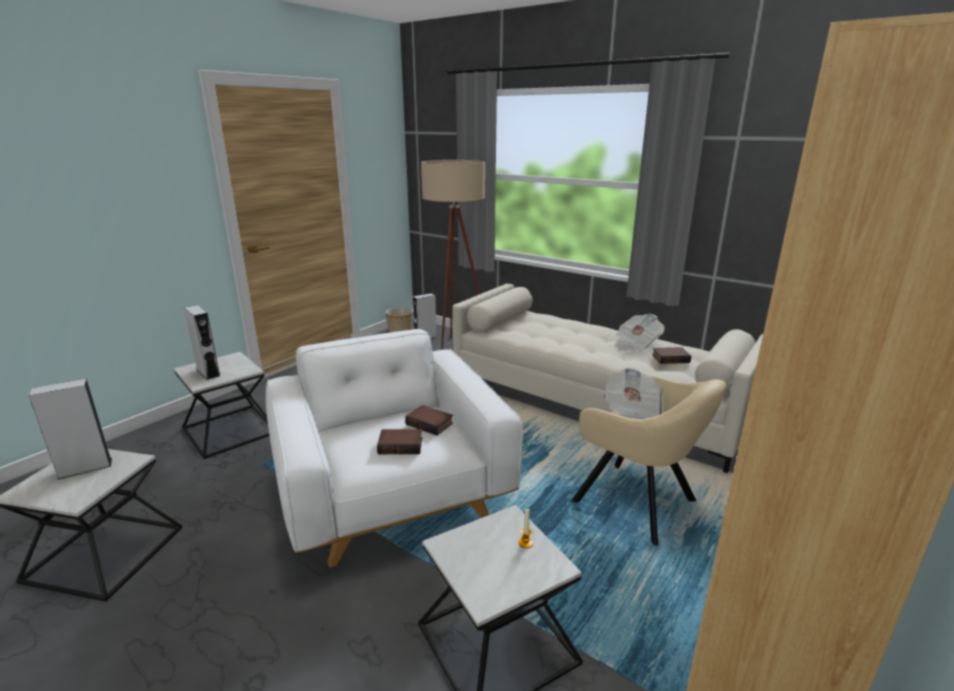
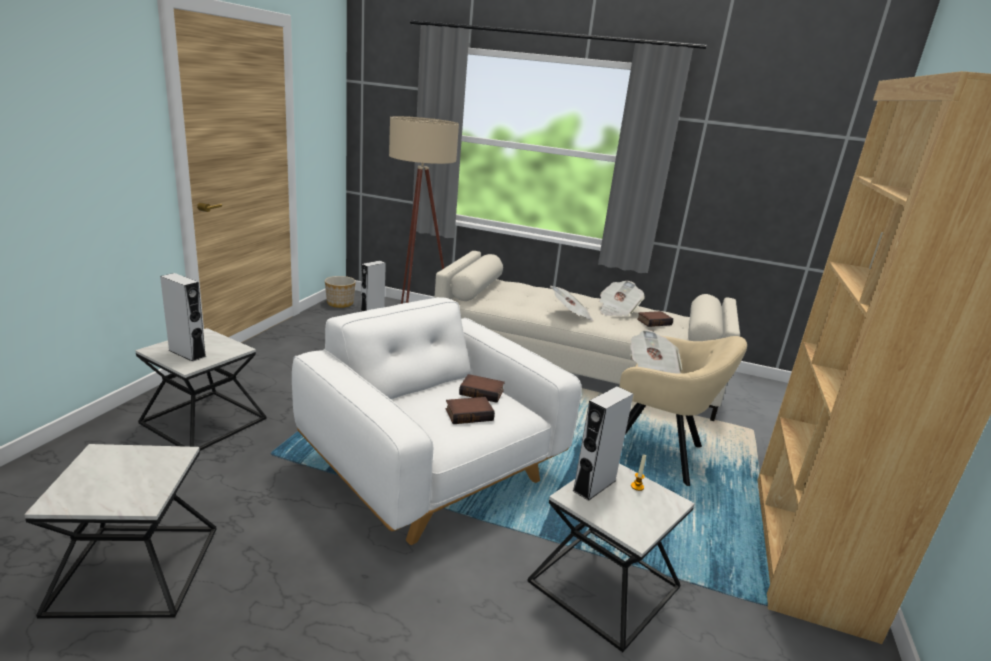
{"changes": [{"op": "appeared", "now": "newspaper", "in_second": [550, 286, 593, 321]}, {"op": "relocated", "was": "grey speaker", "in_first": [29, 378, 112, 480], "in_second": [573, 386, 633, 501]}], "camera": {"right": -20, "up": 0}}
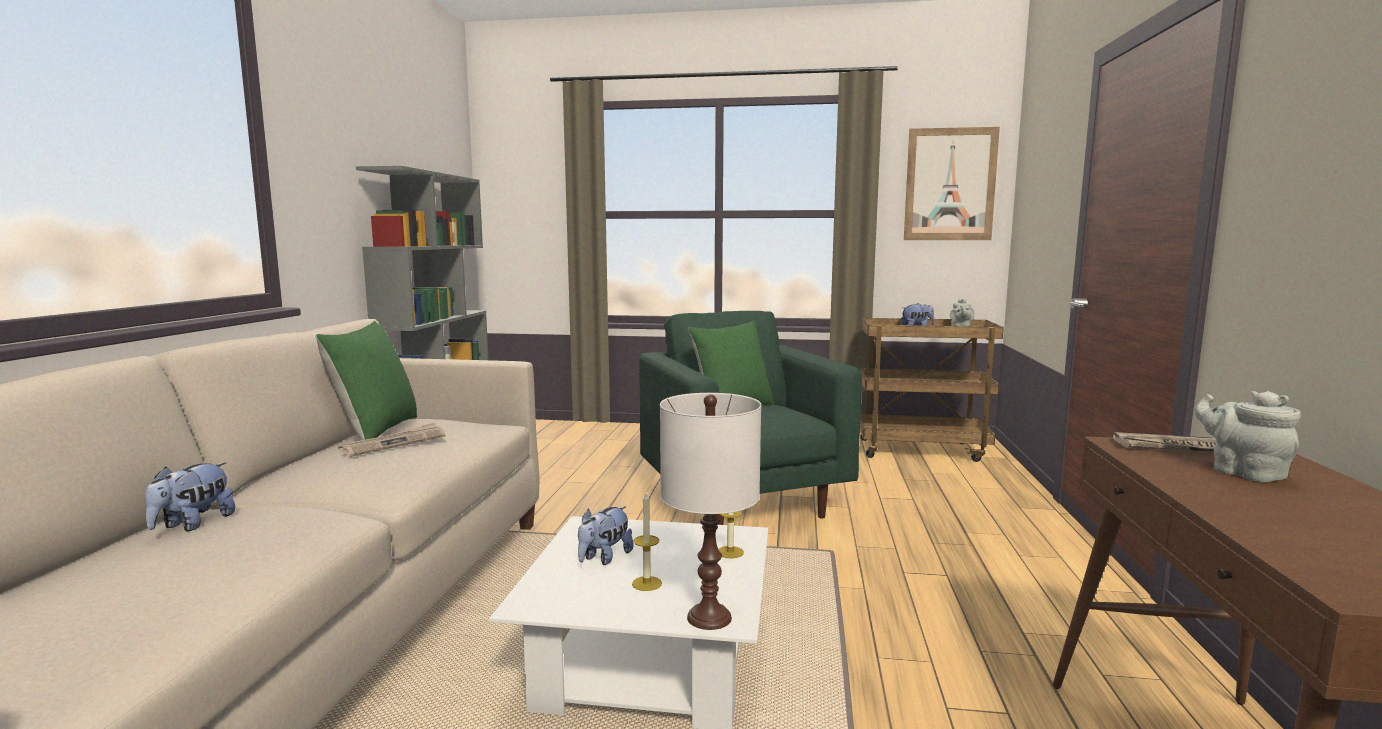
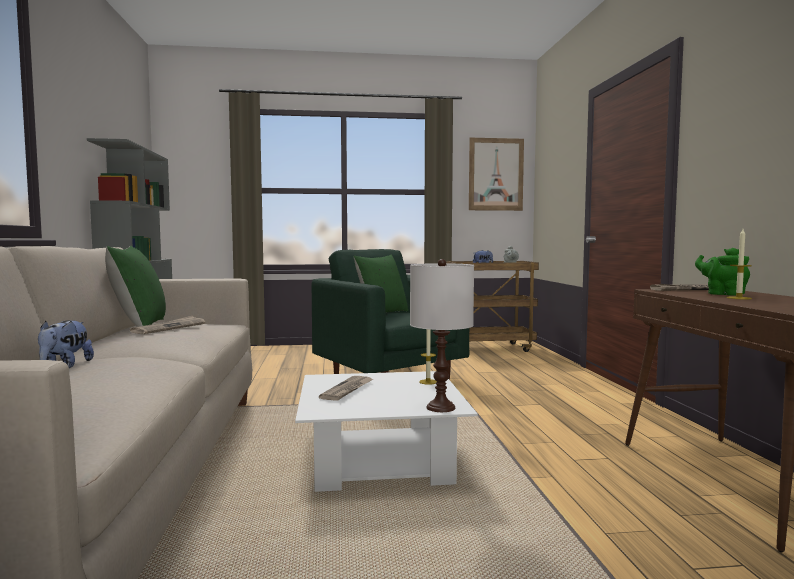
{"changes": [{"op": "exchanged", "was": "plush toy", "now": "newspaper", "in_first": [578, 506, 634, 565], "in_second": [319, 376, 373, 401]}, {"op": "colour", "was": "grey teapot", "now": "green teapot", "in_first": [1194, 391, 1301, 482], "in_second": [695, 248, 750, 296]}, {"op": "relocated", "was": "candle", "in_first": [632, 492, 662, 591], "in_second": [727, 229, 752, 299]}], "camera": {"right": -15, "up": -5}}
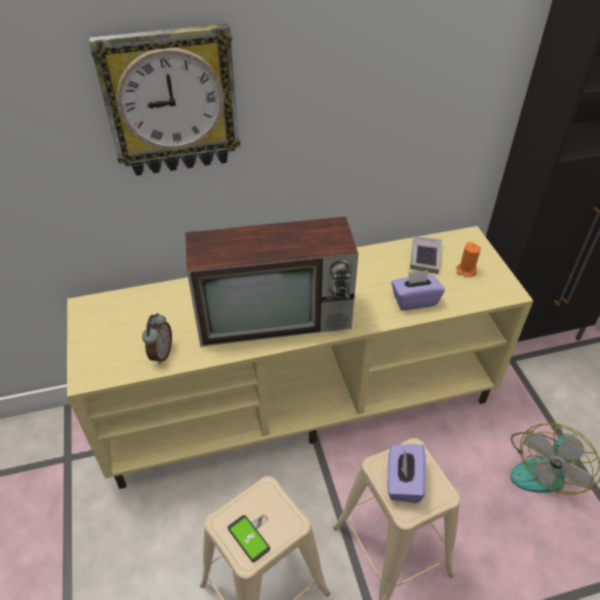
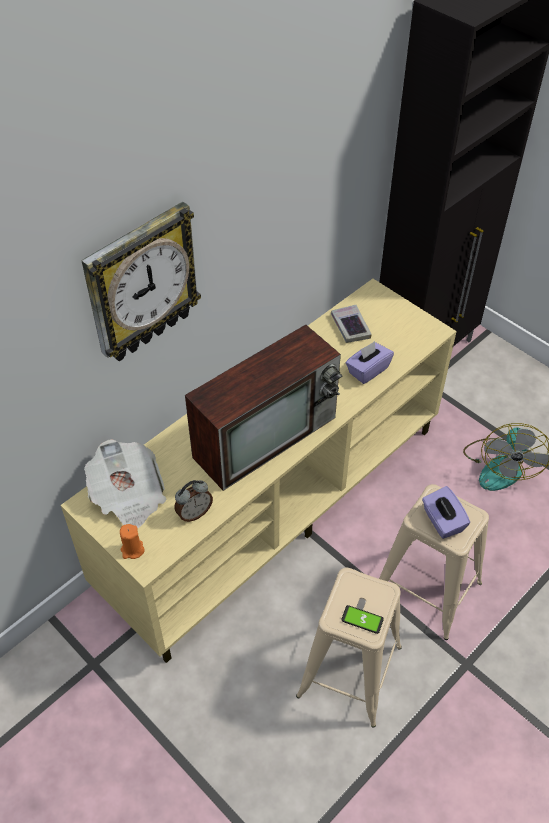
{"changes": [{"op": "appeared", "now": "newspaper", "in_second": [84, 439, 167, 528]}, {"op": "relocated", "was": "orange candle", "in_first": [456, 242, 481, 277], "in_second": [120, 524, 145, 559]}, {"op": "spun", "was": "alarm clock", "in_first": [142, 313, 172, 364], "in_second": [174, 480, 213, 522], "clockwise": 75}], "camera": {"right": -30, "up": 5}}
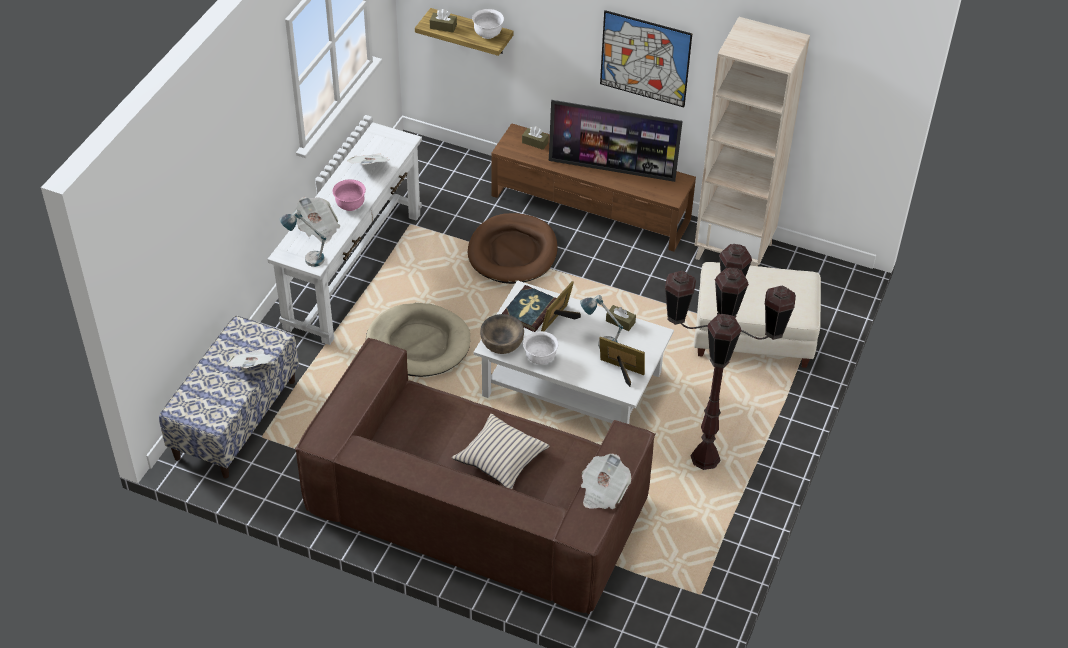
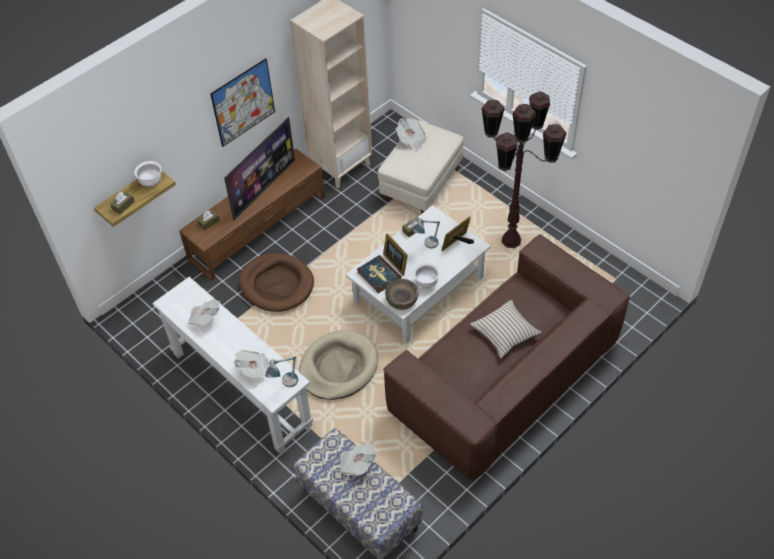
{"changes": [{"op": "relocated", "was": "newspaper", "in_first": [581, 454, 631, 509], "in_second": [396, 118, 427, 150]}, {"op": "missing", "was": "pink bowl", "in_first": [332, 179, 366, 211]}], "camera": {"right": -65, "up": 5}}
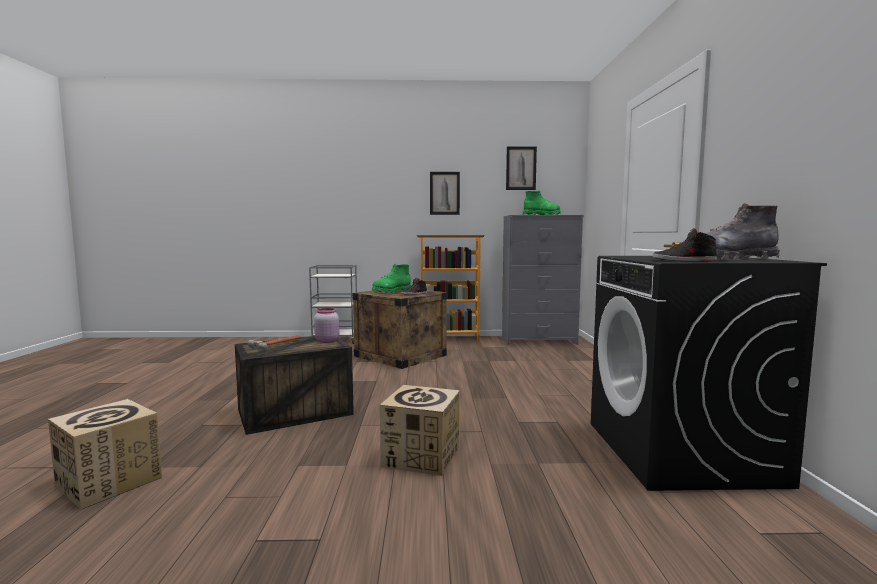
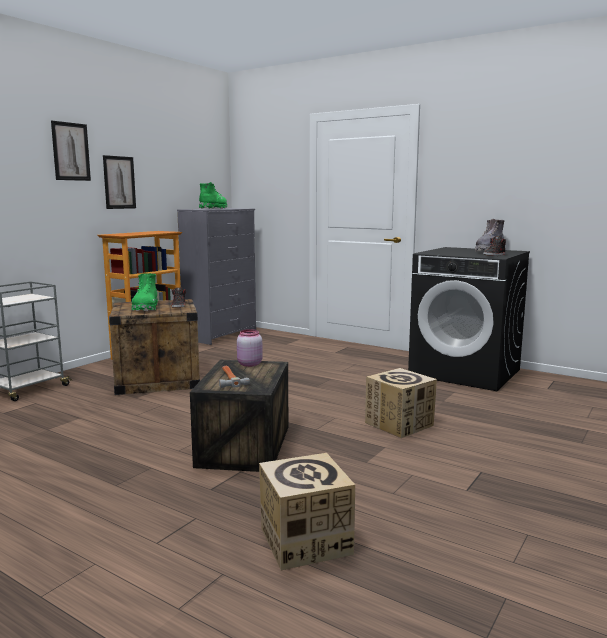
{"changes": [{"op": "relocated", "was": "picture", "in_first": [506, 146, 537, 190], "in_second": [51, 121, 91, 181]}], "camera": {"right": -55, "up": 5}}
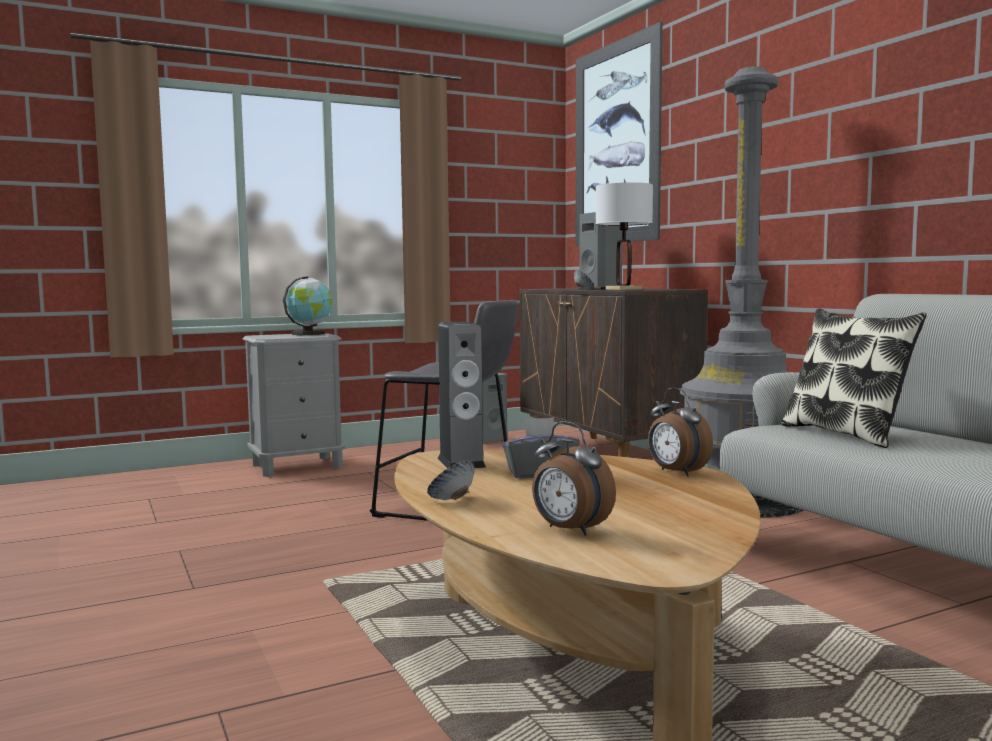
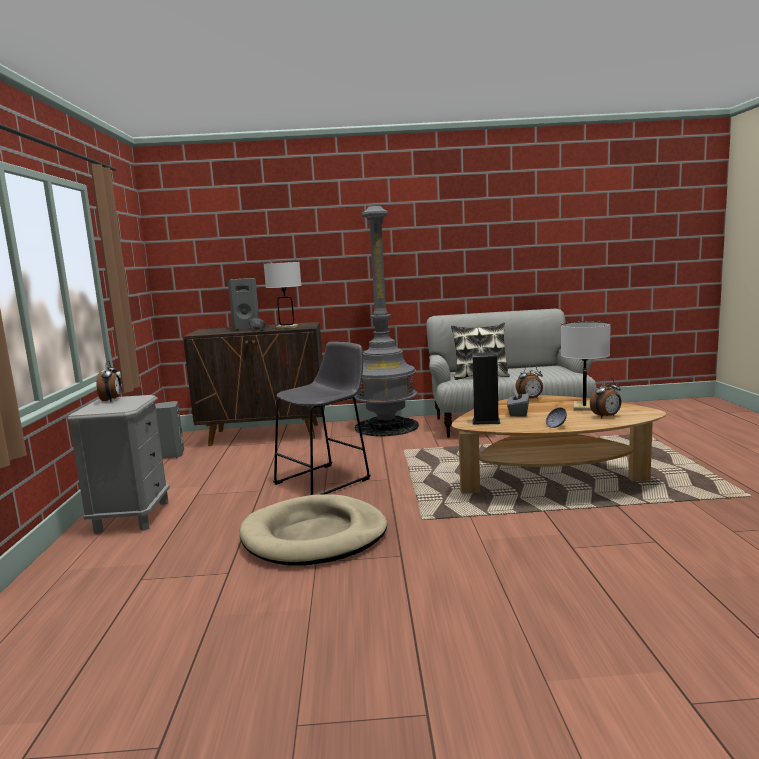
{"changes": [{"op": "exchanged", "was": "globe", "now": "alarm clock", "in_first": [283, 276, 332, 335], "in_second": [97, 361, 121, 402]}, {"op": "appeared", "now": "beige dog bed", "in_second": [240, 494, 387, 566]}, {"op": "appeared", "now": "white table lamp", "in_second": [561, 322, 611, 411]}, {"op": "missing", "was": "picture", "in_first": [576, 22, 663, 245]}], "camera": {"right": -65, "up": 5}}
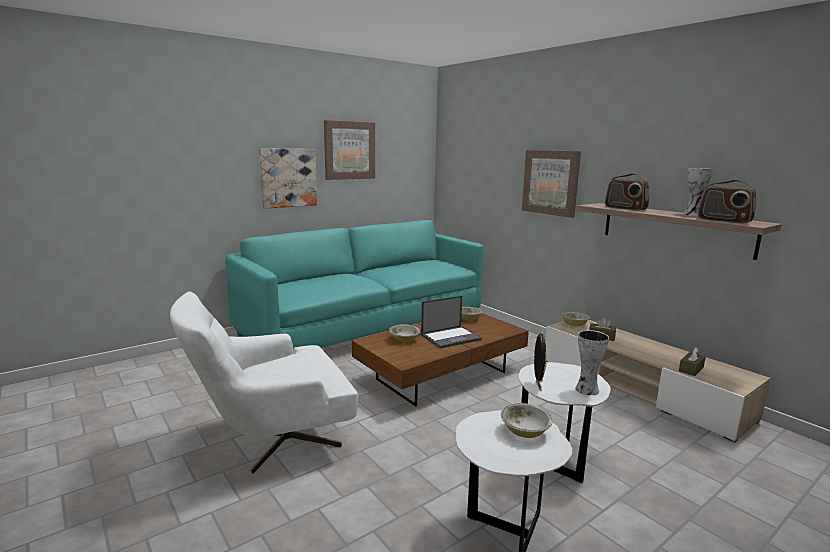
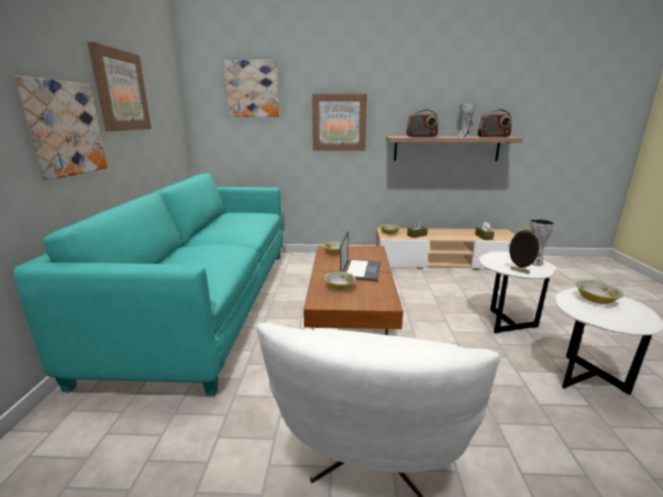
{"changes": [{"op": "appeared", "now": "picture", "in_second": [223, 60, 279, 117]}], "camera": {"right": -50, "up": 5}}
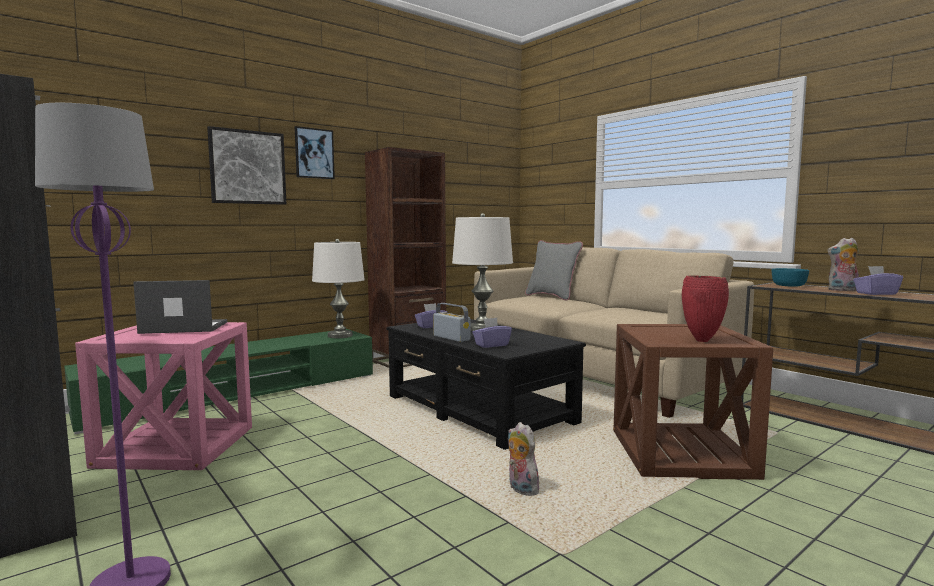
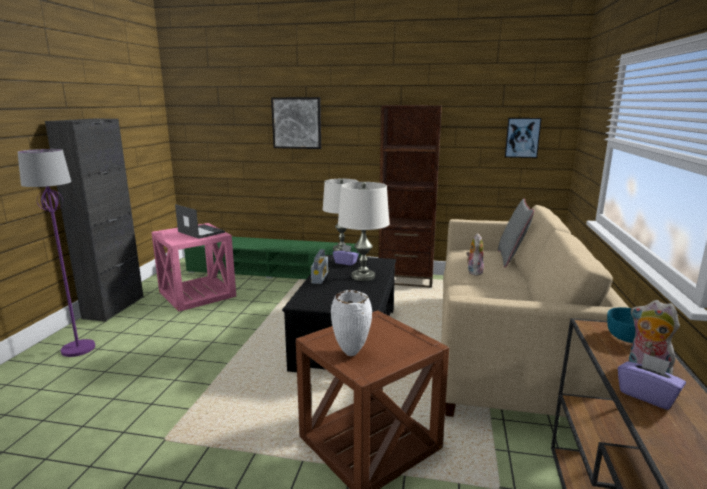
{"changes": [{"op": "colour", "was": "red vase", "now": "white vase", "in_first": [682, 276, 729, 342], "in_second": [331, 290, 372, 356]}, {"op": "relocated", "was": "plush toy", "in_first": [508, 422, 543, 496], "in_second": [466, 233, 484, 276]}, {"op": "relocated", "was": "picture", "in_first": [295, 126, 335, 179], "in_second": [505, 118, 542, 158]}, {"op": "missing", "was": "purple tissue box", "in_first": [472, 318, 512, 348]}], "camera": {"right": 50, "up": 10}}
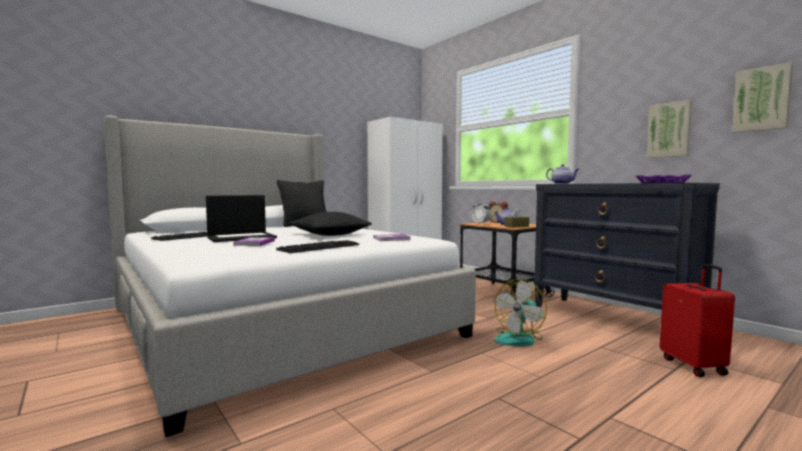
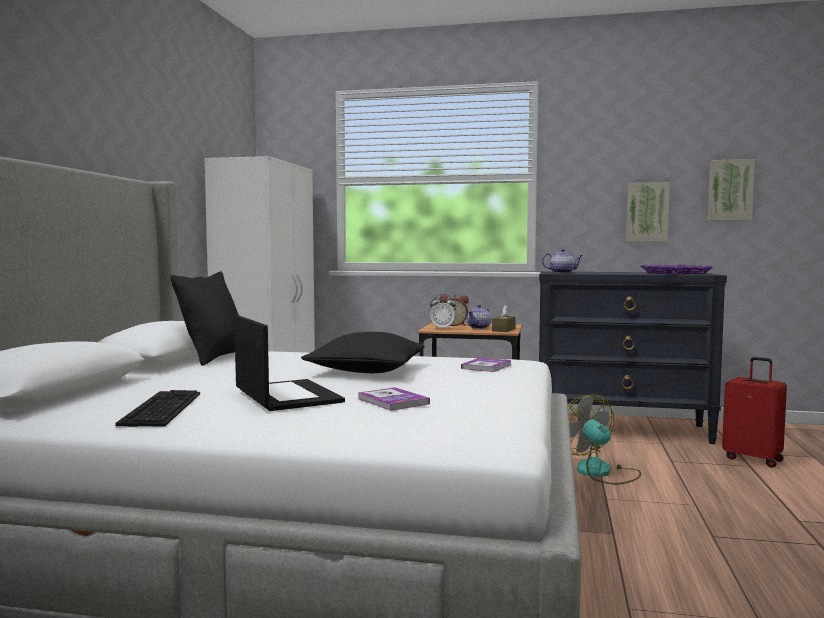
{"changes": [{"op": "spun", "was": "laptop", "in_first": [206, 195, 277, 242], "in_second": [234, 315, 345, 411], "clockwise": -45}, {"op": "spun", "was": "fan", "in_first": [494, 279, 547, 346], "in_second": [568, 394, 641, 485], "clockwise": 150}, {"op": "missing", "was": "keyboard", "in_first": [276, 240, 359, 253]}], "camera": {"right": -40, "up": 0}}
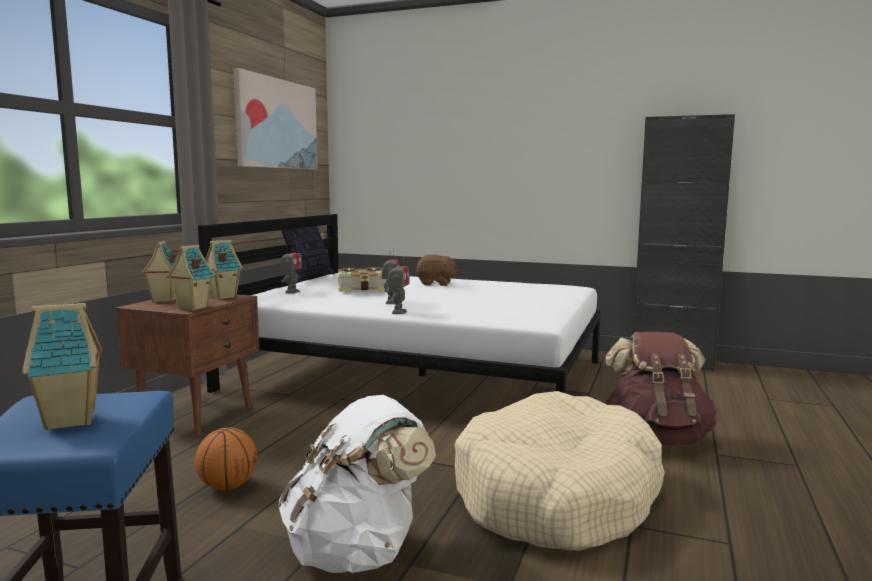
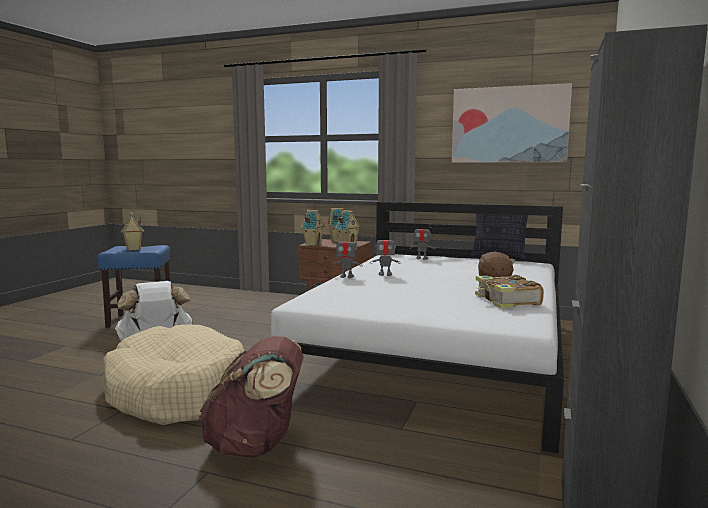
{"changes": [{"op": "relocated", "was": "book", "in_first": [338, 267, 387, 292], "in_second": [475, 275, 544, 308]}, {"op": "missing", "was": "basketball", "in_first": [195, 427, 257, 490]}], "camera": {"right": 90, "up": 0}}
